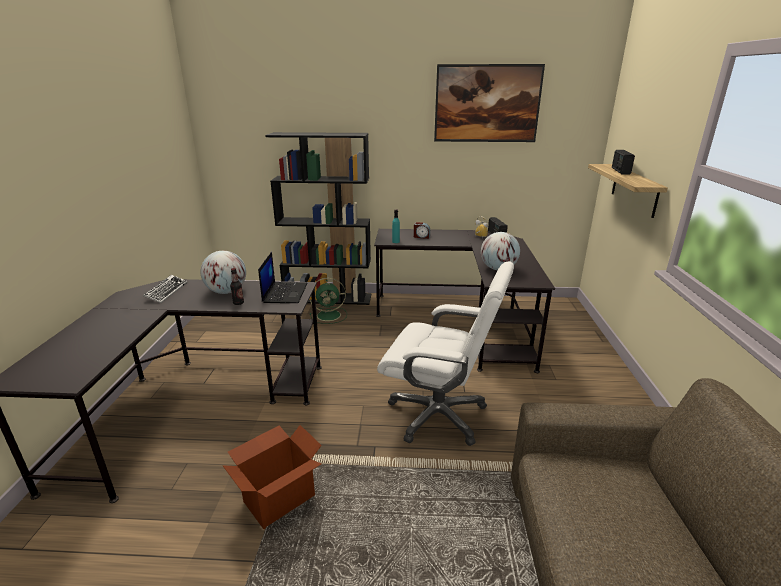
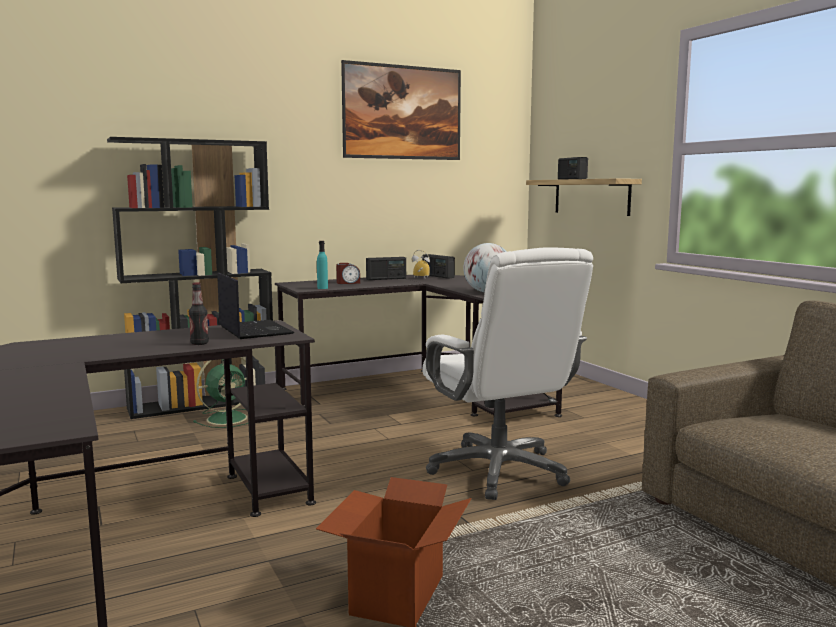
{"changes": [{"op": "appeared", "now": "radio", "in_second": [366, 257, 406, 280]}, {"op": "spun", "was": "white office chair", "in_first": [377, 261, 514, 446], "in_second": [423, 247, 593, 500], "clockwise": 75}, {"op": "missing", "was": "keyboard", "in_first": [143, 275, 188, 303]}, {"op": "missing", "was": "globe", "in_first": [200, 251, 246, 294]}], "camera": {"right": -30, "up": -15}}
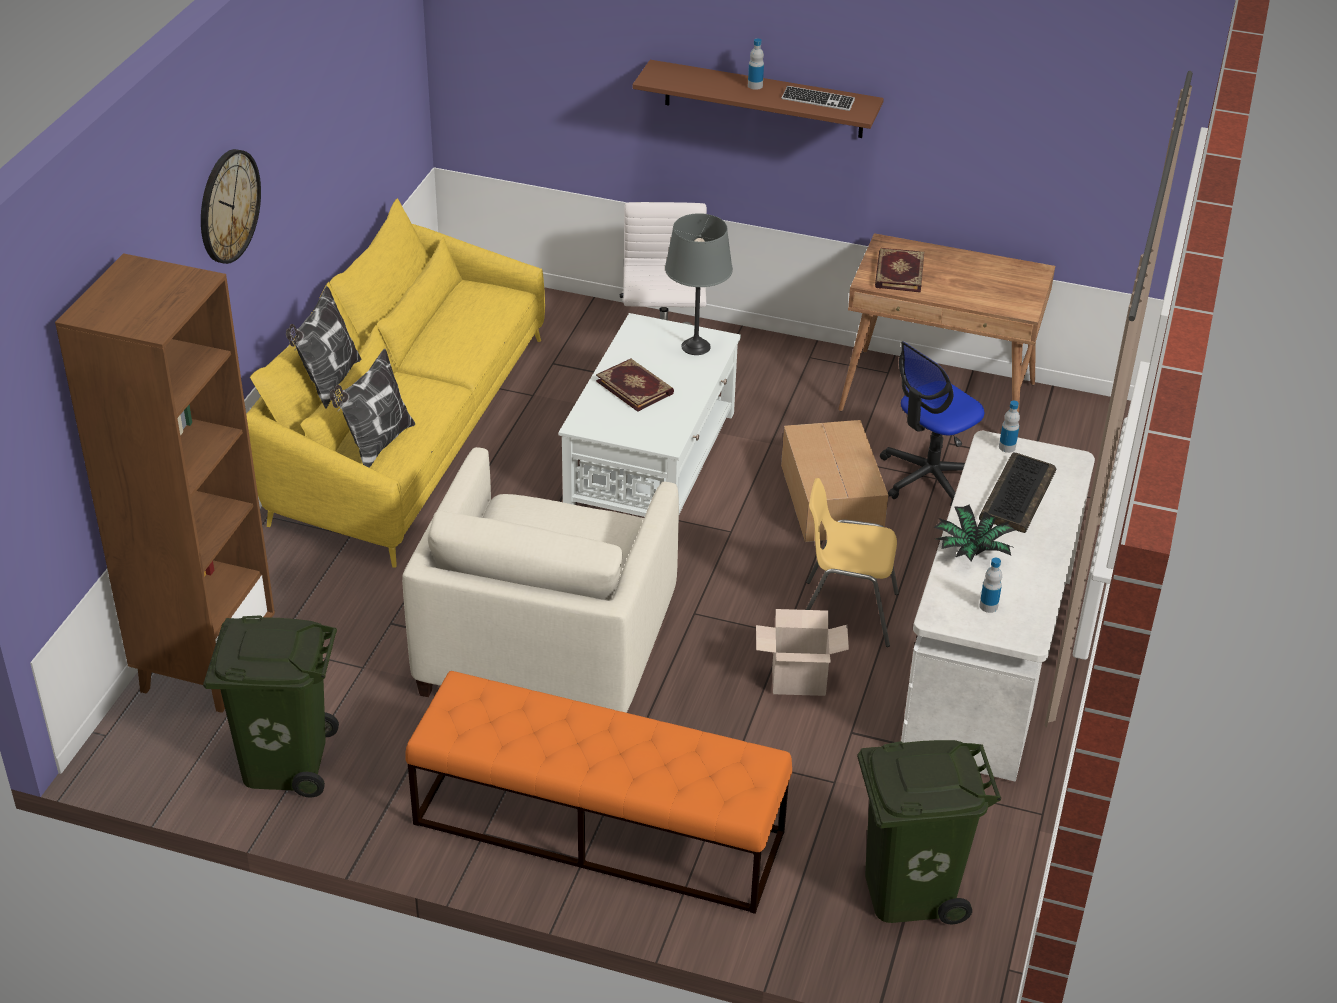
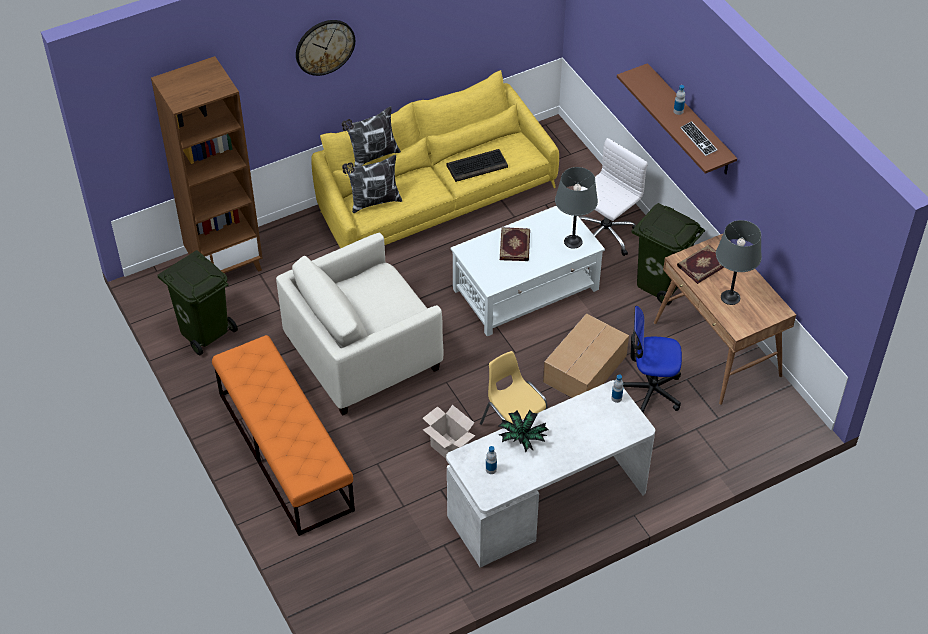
{"changes": [{"op": "relocated", "was": "keyboard", "in_first": [979, 453, 1056, 533], "in_second": [447, 149, 508, 182]}, {"op": "relocated", "was": "green trash can", "in_first": [857, 740, 1001, 924], "in_second": [631, 203, 705, 305]}, {"op": "appeared", "now": "grey table lamp", "in_second": [716, 220, 762, 305]}], "camera": {"right": 45, "up": 10}}
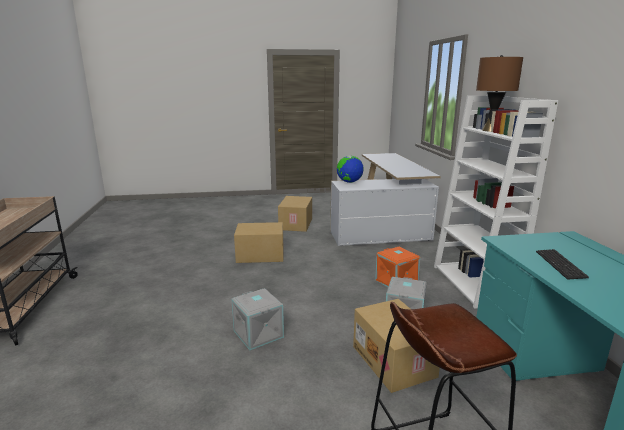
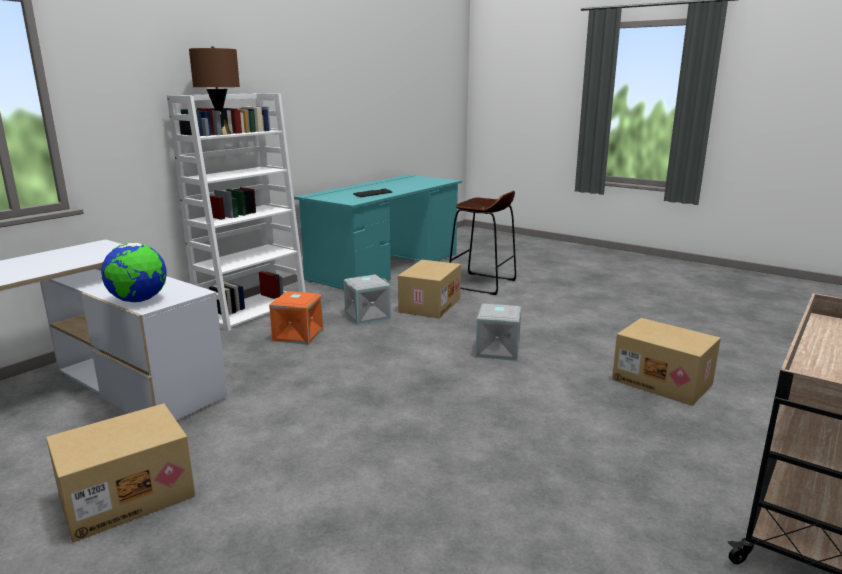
{"changes": [{"op": "relocated", "was": "cardboard box", "in_first": [234, 222, 284, 263], "in_second": [612, 318, 721, 406]}], "camera": {"right": -135, "up": 0}}
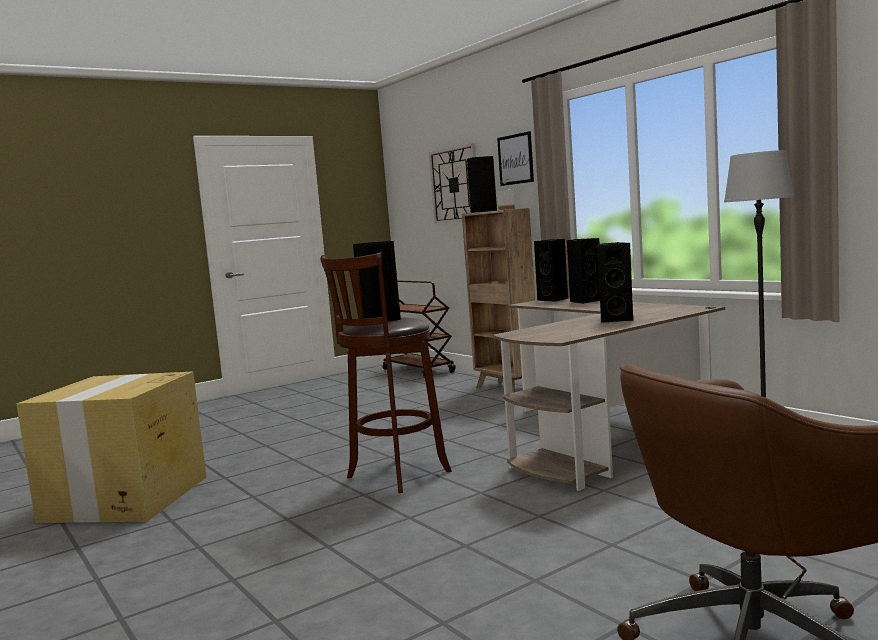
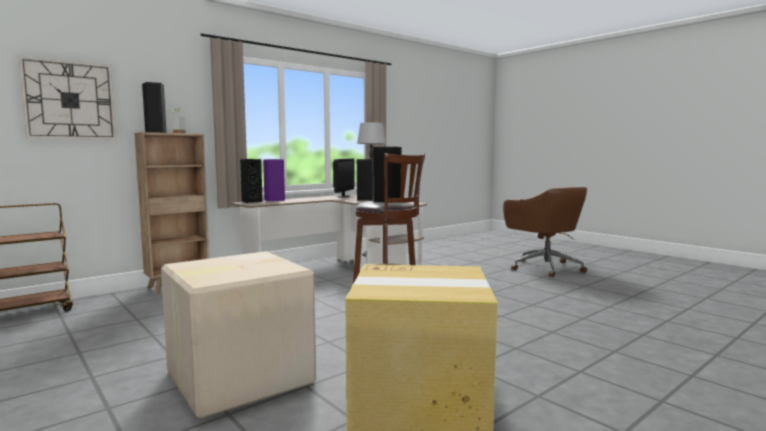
{"changes": [{"op": "appeared", "now": "cardboard box", "in_second": [161, 251, 316, 419]}, {"op": "colour", "was": "black speaker", "now": "purple speaker", "in_first": [567, 238, 600, 304], "in_second": [263, 159, 285, 201]}, {"op": "appeared", "now": "monitor", "in_second": [333, 159, 355, 197]}, {"op": "missing", "was": "picture", "in_first": [497, 131, 534, 186]}], "camera": {"right": -95, "up": 0}}
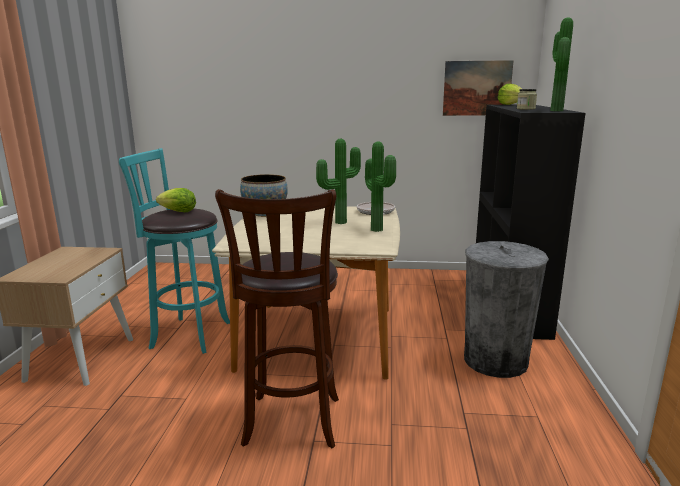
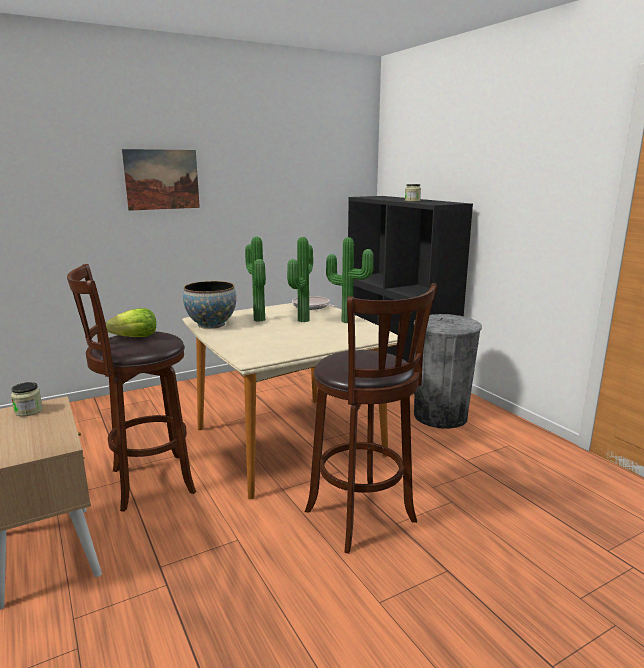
{"changes": [{"op": "appeared", "now": "jar", "in_second": [11, 382, 43, 416]}, {"op": "colour", "was": "turquoise stool", "now": "brown stool", "in_first": [119, 148, 230, 354], "in_second": [67, 264, 196, 512]}, {"op": "relocated", "was": "picture", "in_first": [443, 60, 514, 116], "in_second": [122, 149, 200, 211]}, {"op": "relocated", "was": "potted plant", "in_first": [550, 17, 573, 111], "in_second": [245, 237, 266, 322]}, {"op": "missing", "was": "lettuce", "in_first": [498, 84, 522, 105]}], "camera": {"right": -35, "up": 0}}
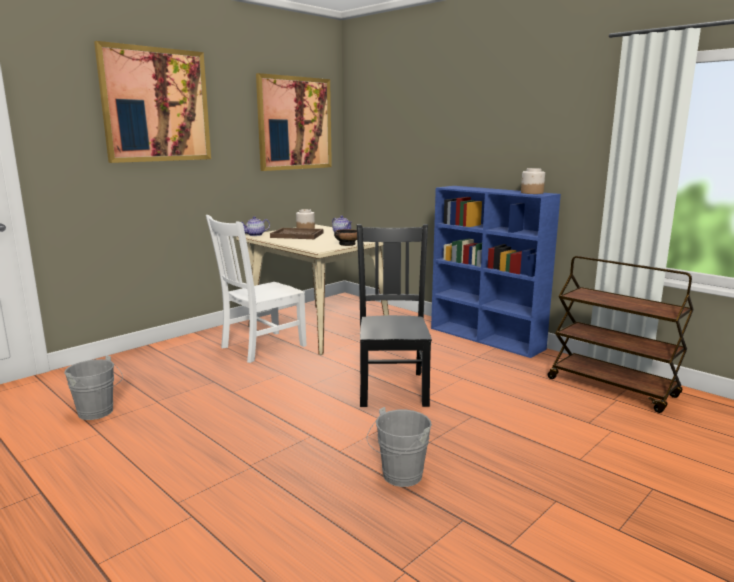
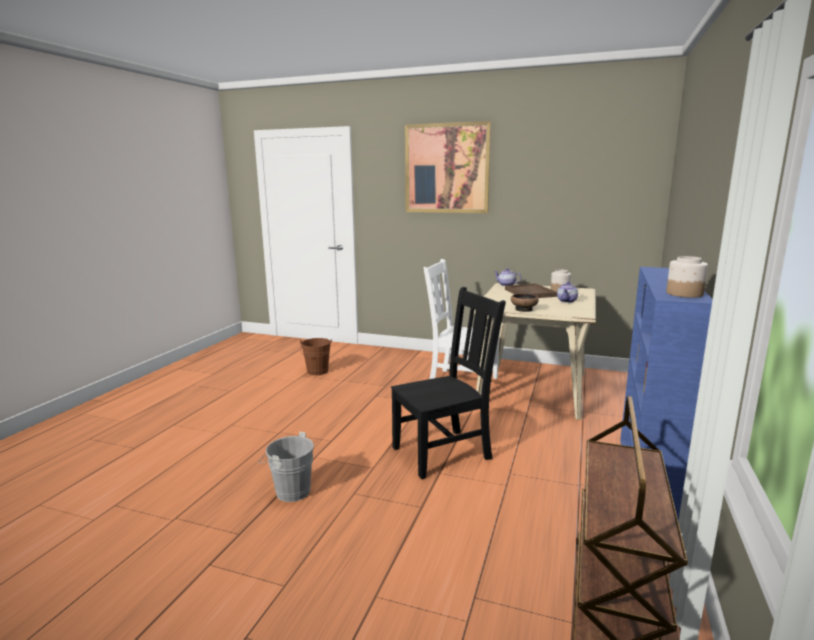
{"changes": [{"op": "colour", "was": "grey bucket", "now": "brown bucket", "in_first": [64, 355, 123, 420], "in_second": [300, 338, 332, 375]}, {"op": "missing", "was": "picture", "in_first": [256, 73, 332, 171]}], "camera": {"right": 65, "up": 0}}
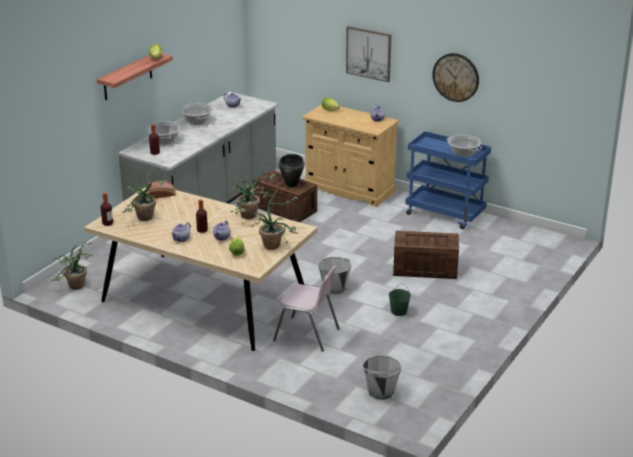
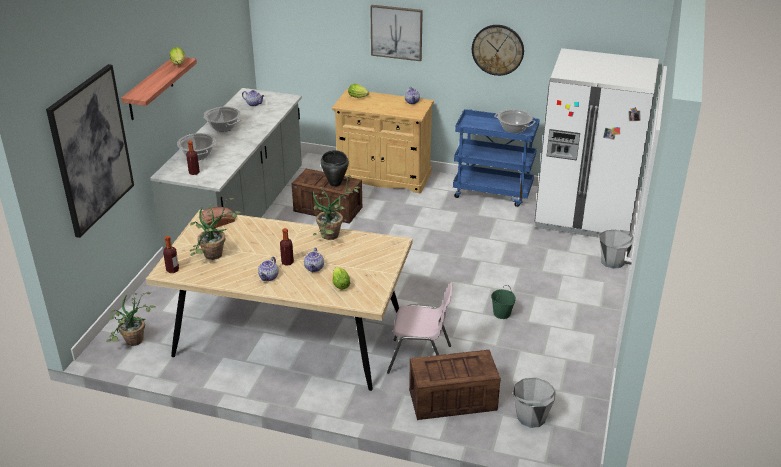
{"changes": [{"op": "appeared", "now": "picture", "in_second": [46, 64, 134, 238]}, {"op": "relocated", "was": "crate", "in_first": [393, 231, 459, 279], "in_second": [409, 350, 501, 420]}, {"op": "appeared", "now": "white fridge", "in_second": [535, 48, 659, 238]}, {"op": "relocated", "was": "grey bucket", "in_first": [318, 257, 351, 294], "in_second": [600, 230, 633, 269]}, {"op": "missing", "was": "potted plant", "in_first": [251, 186, 299, 250]}], "camera": {"right": -15, "up": 5}}
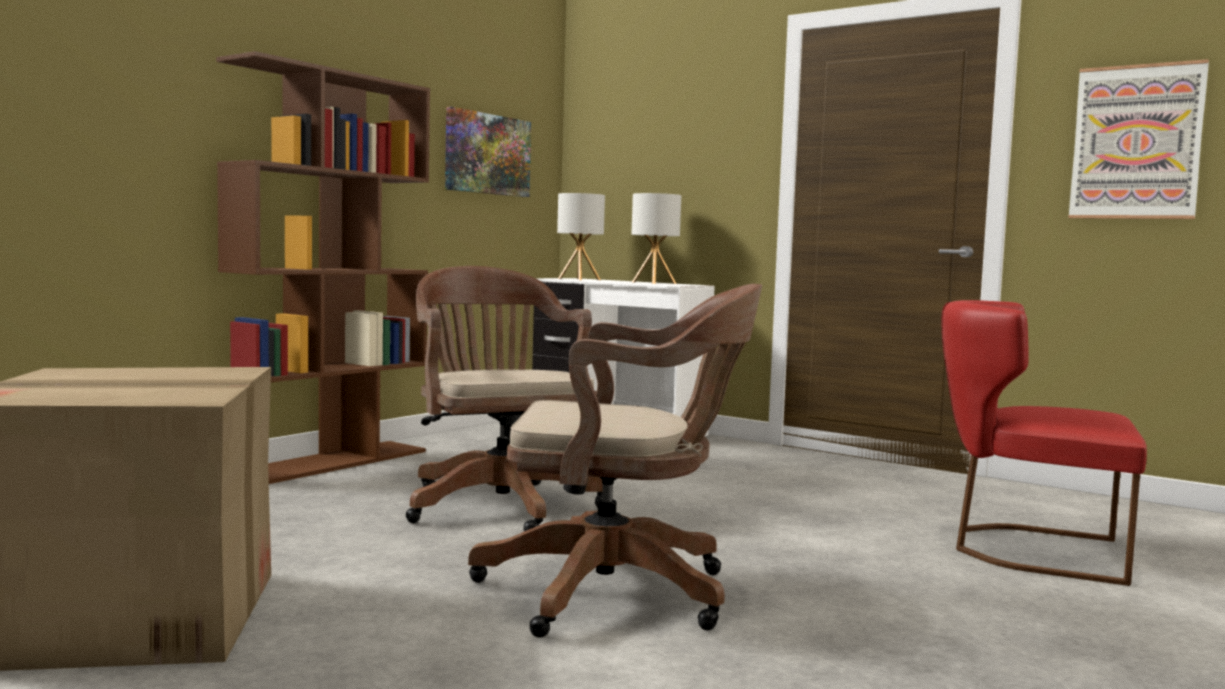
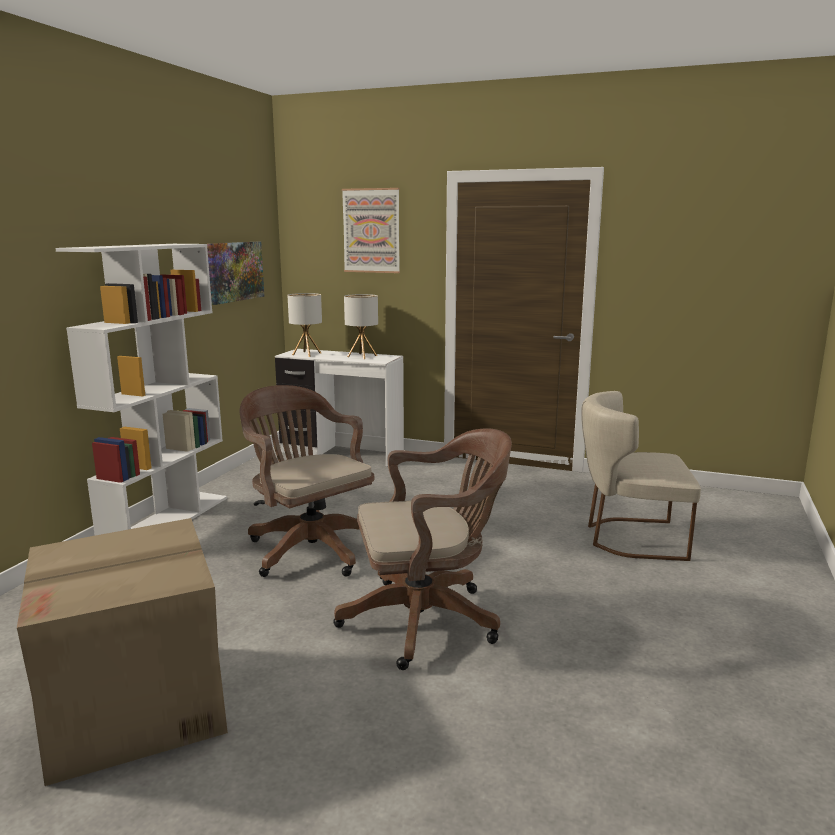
{"changes": [{"op": "colour", "was": "brown bookcase", "now": "white bookcase", "in_first": [216, 51, 430, 484], "in_second": [55, 244, 227, 536]}, {"op": "relocated", "was": "picture", "in_first": [1068, 59, 1209, 219], "in_second": [342, 188, 400, 273]}, {"op": "colour", "was": "red chair", "now": "beige chair", "in_first": [942, 300, 1147, 586], "in_second": [581, 391, 701, 561]}], "camera": {"right": -15, "up": 10}}
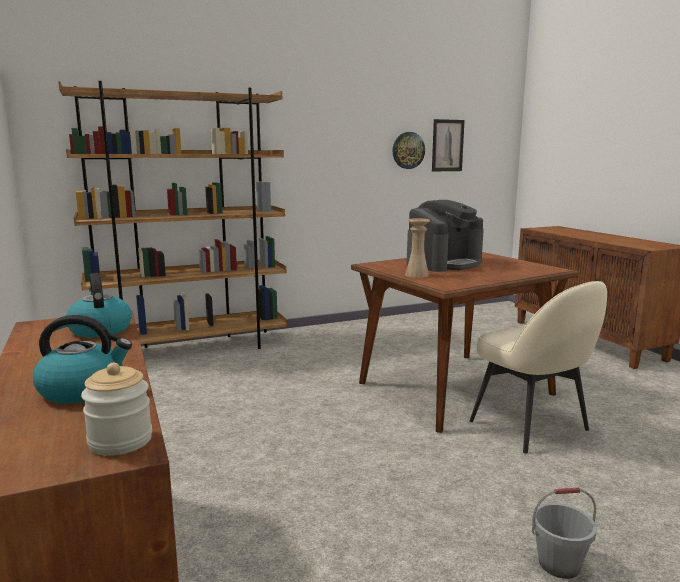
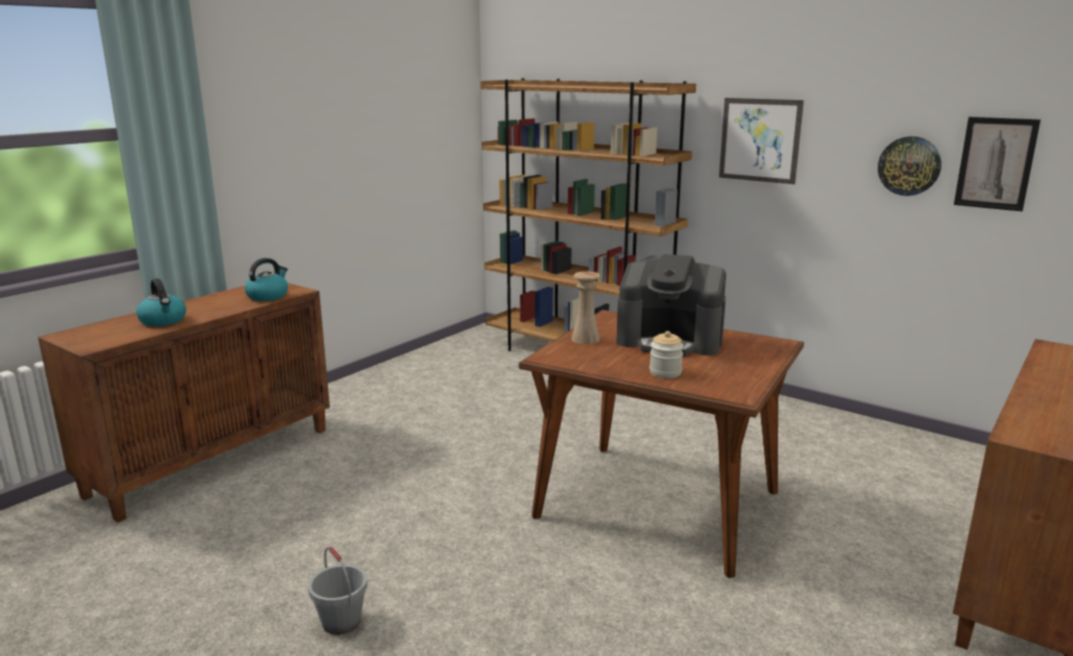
{"changes": [{"op": "relocated", "was": "jar", "in_first": [81, 363, 152, 456], "in_second": [649, 331, 684, 378]}, {"op": "appeared", "now": "picture", "in_second": [719, 98, 804, 184]}, {"op": "missing", "was": "beige chair", "in_first": [469, 281, 607, 454]}], "camera": {"right": 60, "up": 5}}
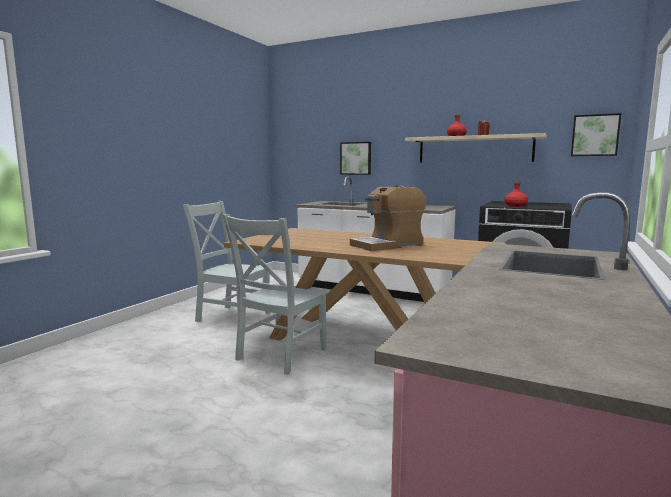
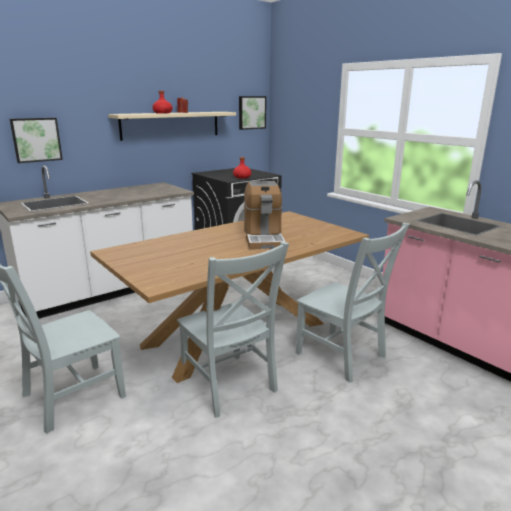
{"changes": [{"op": "appeared", "now": "grey chair", "in_second": [296, 223, 410, 383]}], "camera": {"right": -65, "up": 10}}
